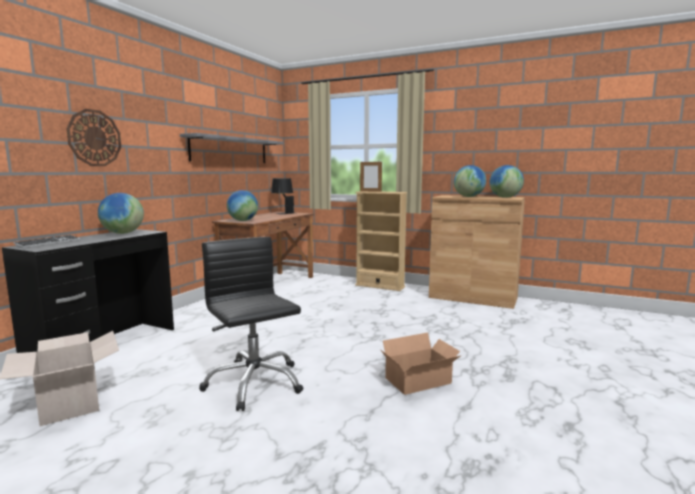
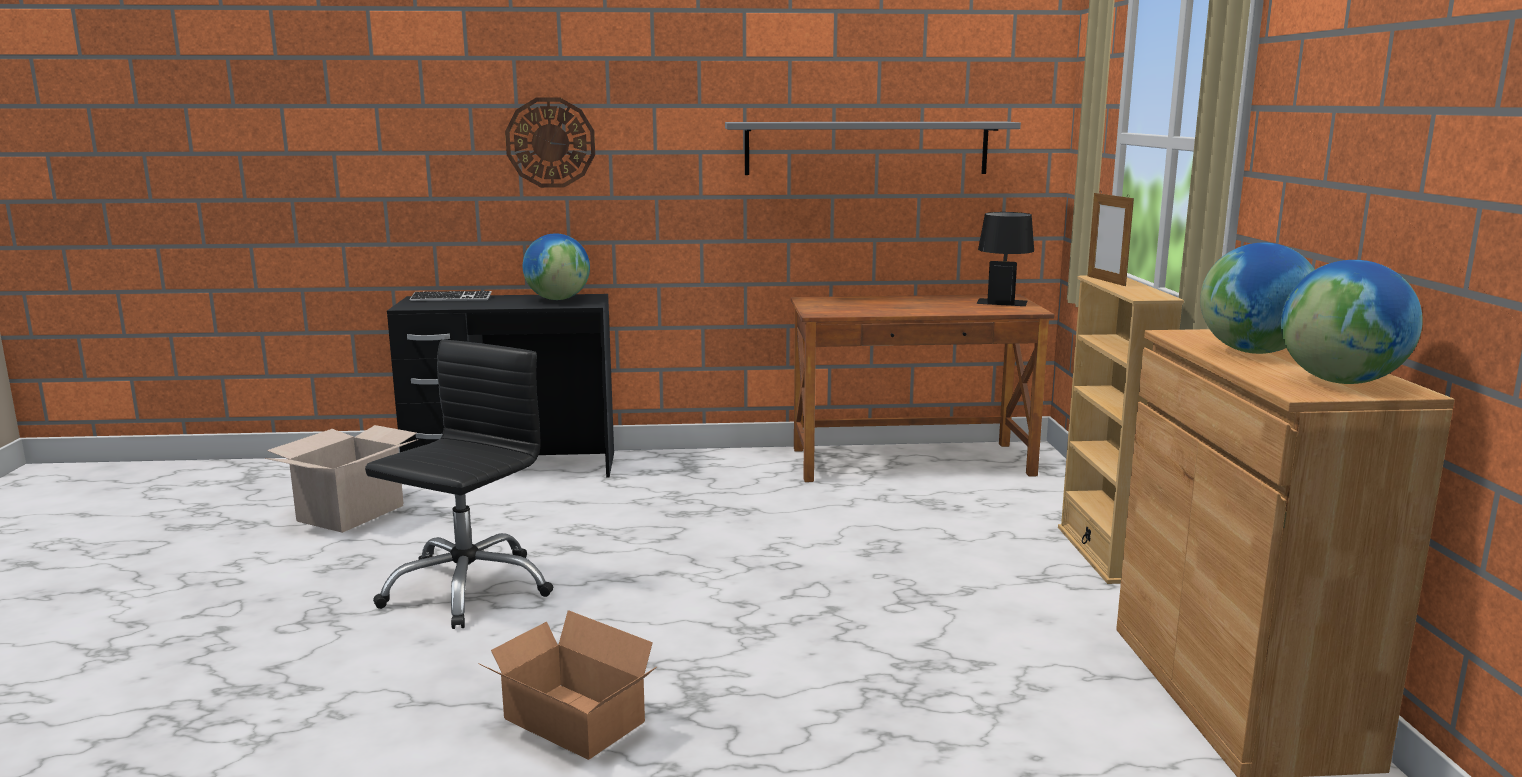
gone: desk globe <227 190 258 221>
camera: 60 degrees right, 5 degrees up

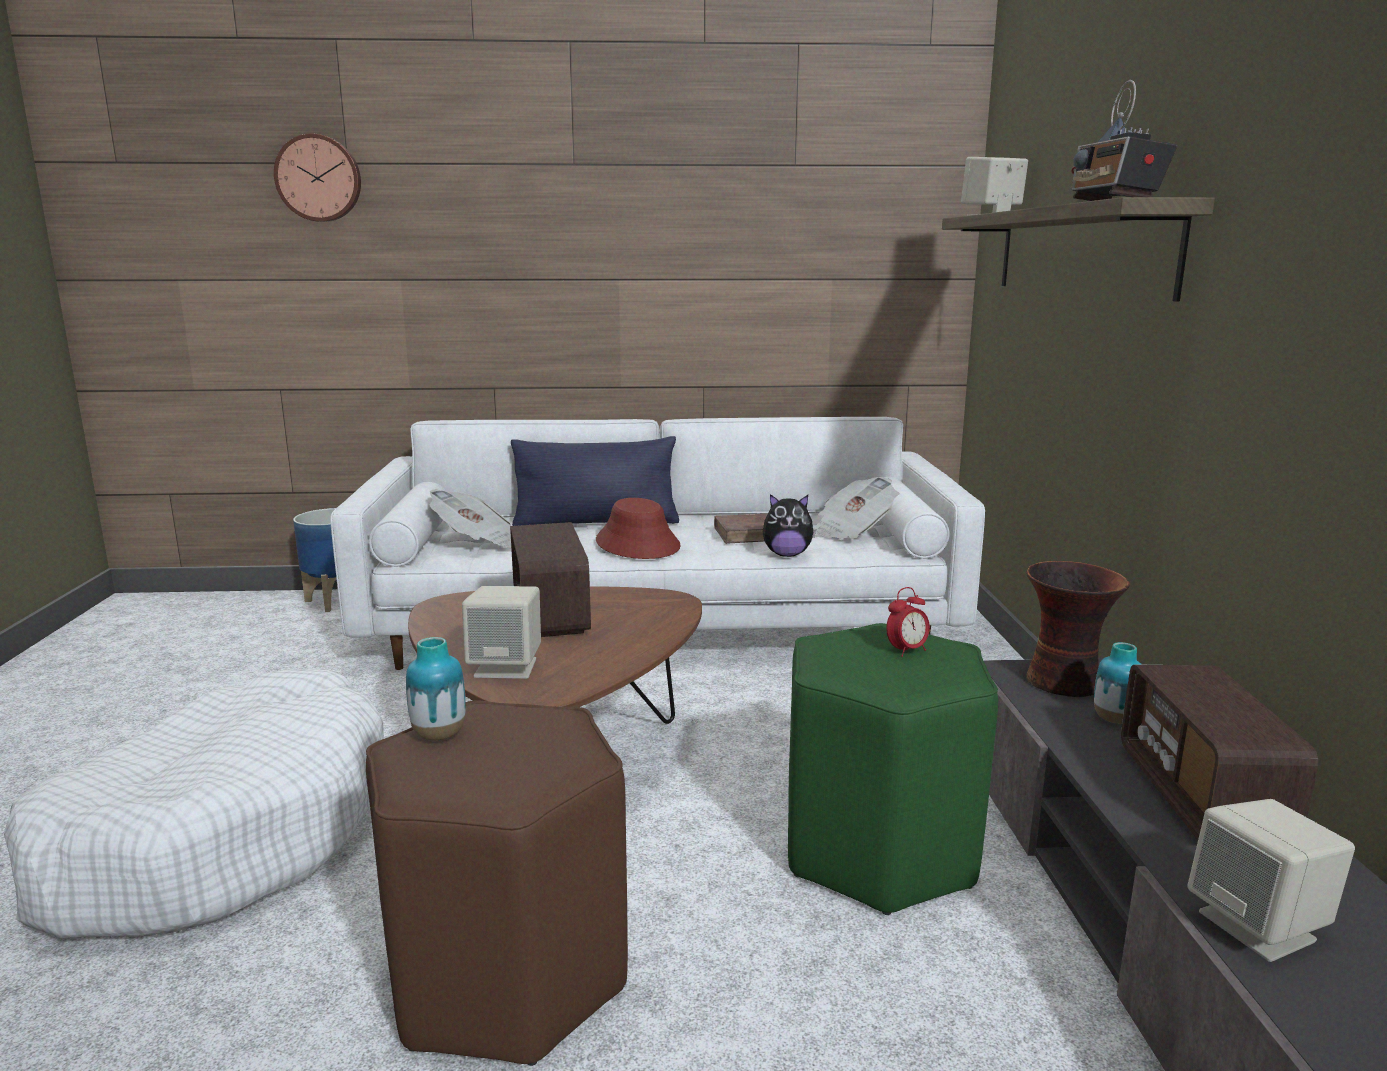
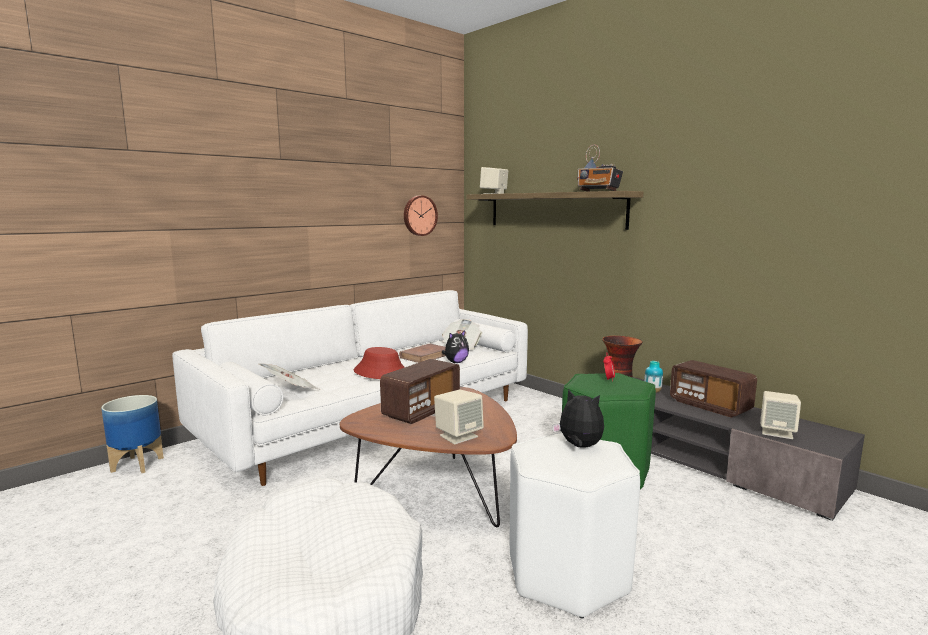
gone: vase <406 637 466 740>; cushion in blue <511 436 679 526>
new: plush toy <552 389 604 448>
shifted: wall clock <274 134 361 222> to <404 196 438 236>
repainted: stool in brownish <366 700 628 1066> to stool in white-coloured <510 432 640 619>
rotated: radio receiver <510 522 591 637> = <380 359 460 424> 90 degrees counterclockwise
camera: 40 degrees left, 5 degrees down

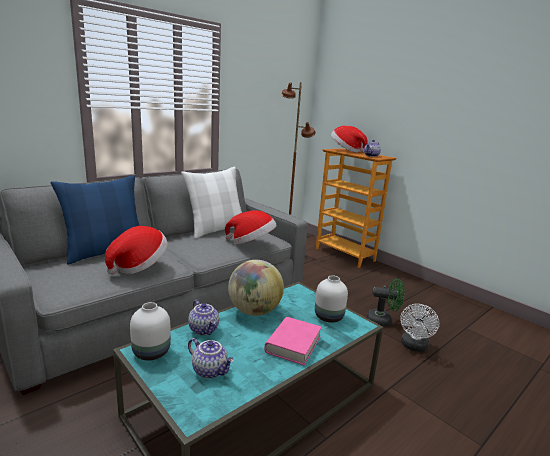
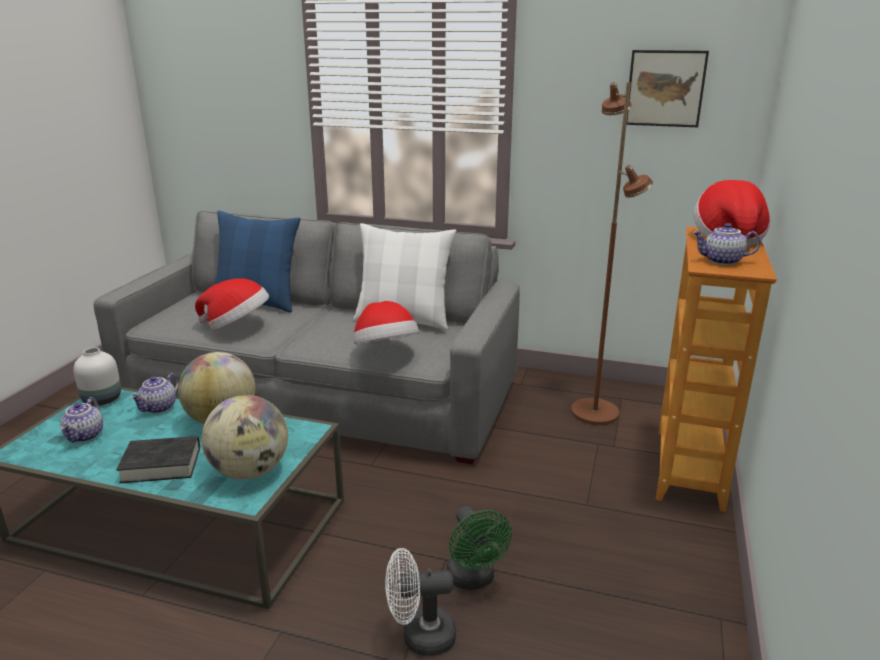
new: wall art <626 50 709 127>
swapped: vase in white-coloured <315 275 348 323> to desk globe <202 395 288 479>
repainted: bound book in pink-coloured <264 317 322 365> to bound book in blackish <116 436 200 483>
camera: 60 degrees right, 5 degrees up

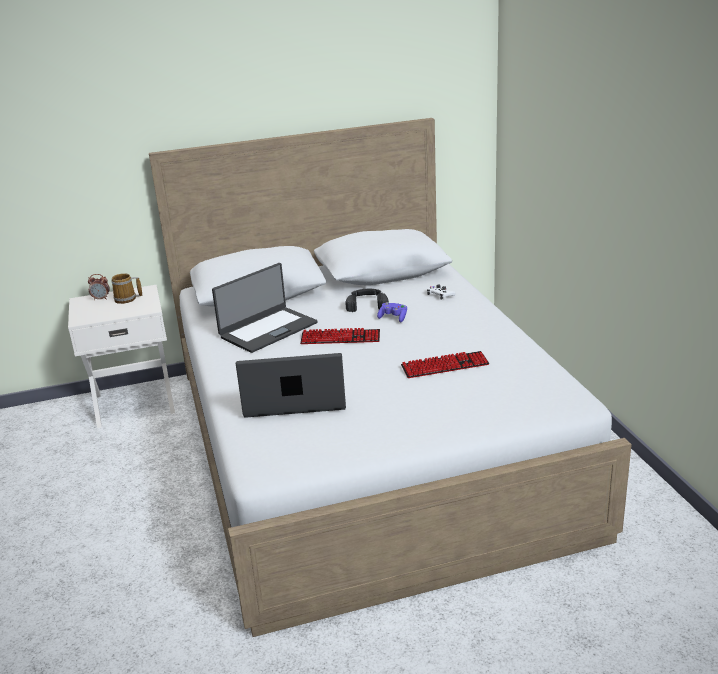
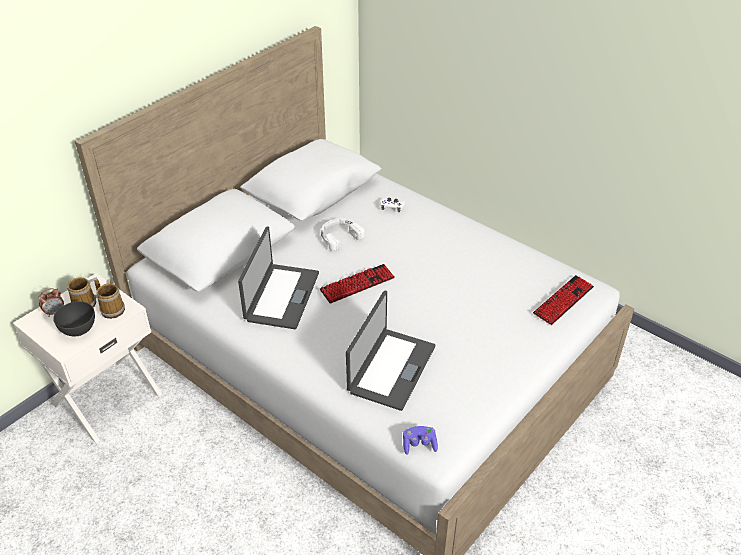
new: deep dish in gray <53 301 95 336>; tea mug <97 279 125 319>
shifted: game controller in purplish <377 302 407 323> to <403 426 438 455>; PC keyboard <401 351 490 378> to <533 275 594 325>
repainted: headphones in blackish <345 289 389 312> to headphones in white-coloured <321 219 365 251>
rotated: notebook computer <236 353 346 418> = <346 291 435 411> 150 degrees clockwise
camera: 35 degrees left, 15 degrees up

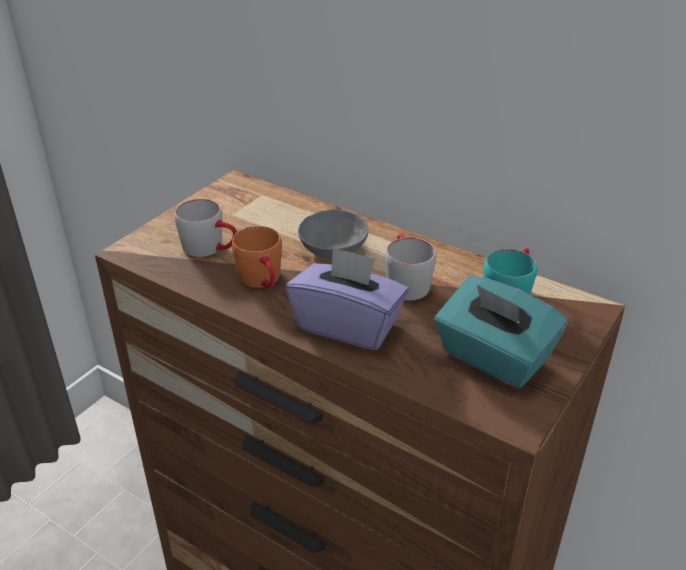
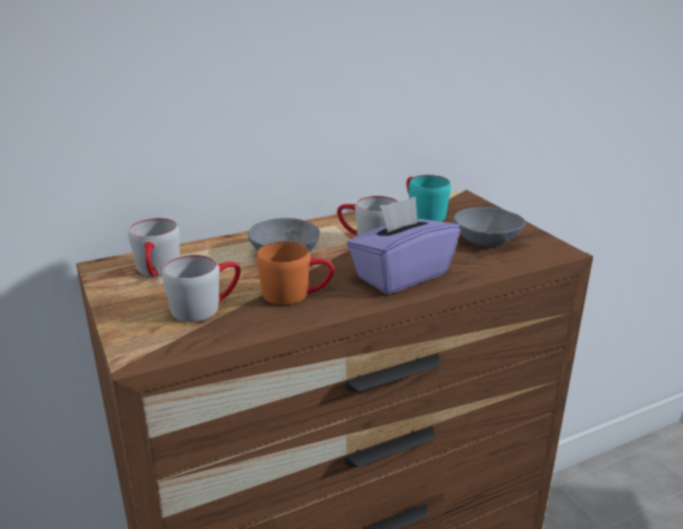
new: tea mug in gray <128 218 180 277>
swapped: tissue box in turquoise-coloured <434 276 568 388> to deep dish in gray <454 207 525 247>
camera: 60 degrees left, 10 degrees down

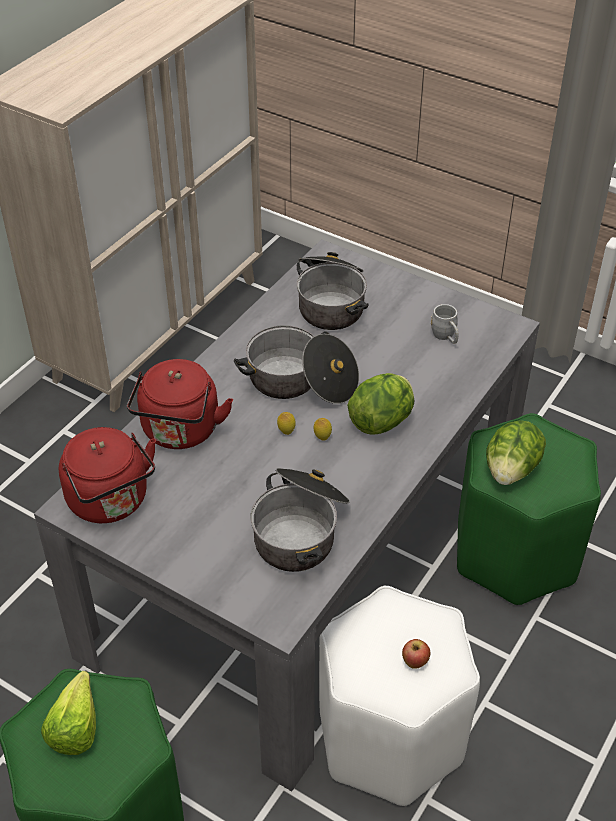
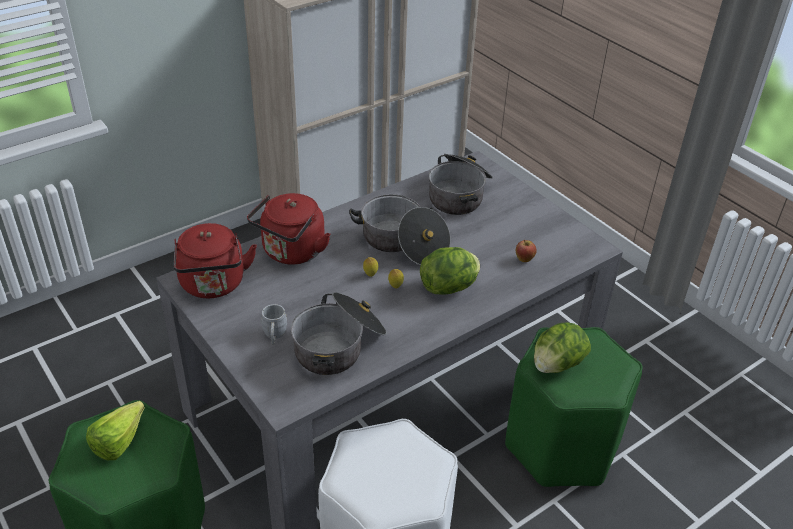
shifted: whole apple <402 639 430 669> to <516 240 537 262>; tea mug in gray <431 304 459 344> to <261 304 287 345>
camera: 20 degrees right, 5 degrees down

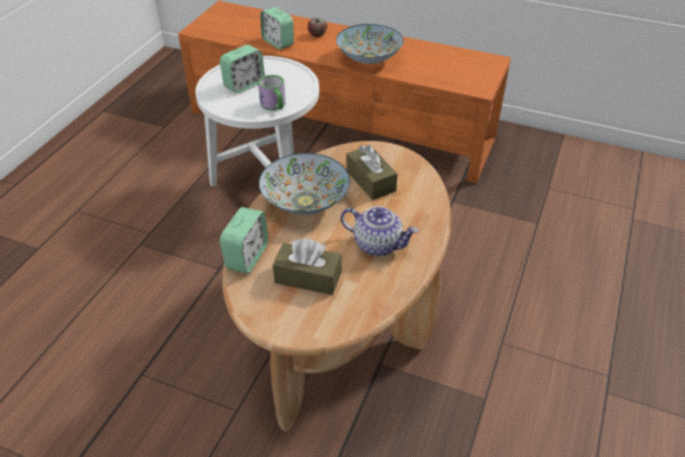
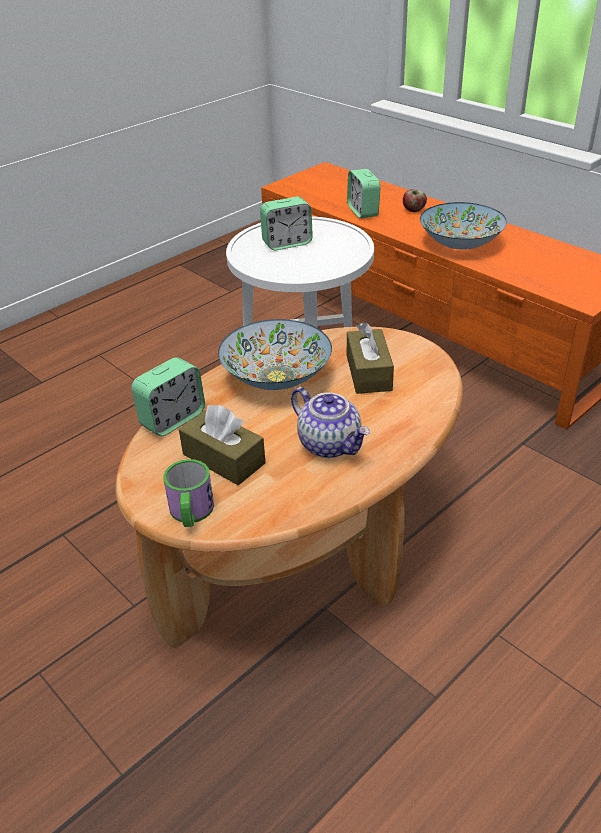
shifted: tea mug <258 75 286 110> to <163 459 214 527>
camera: 25 degrees right, 5 degrees down

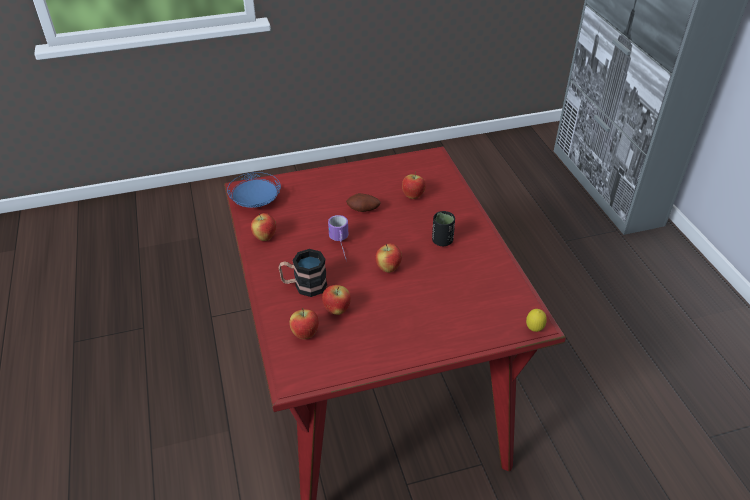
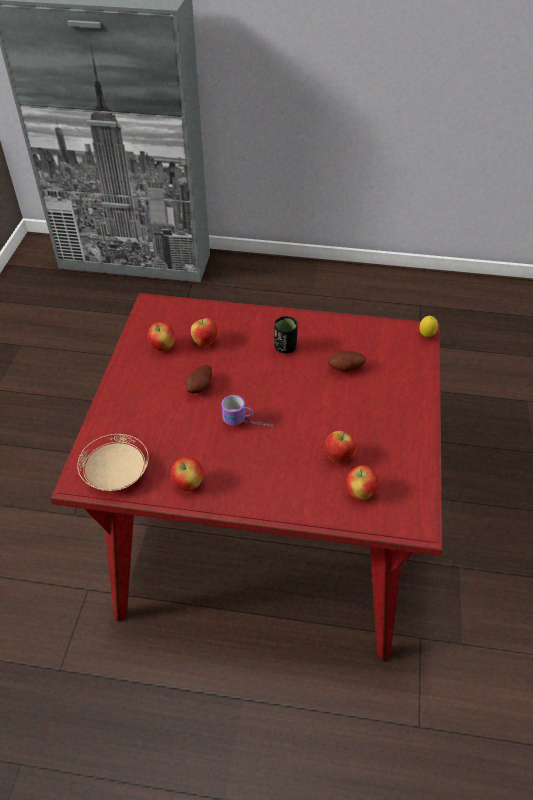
gone: tea mug <278 249 327 297>
new: whole potato <328 350 366 372>
shifted: whole apple <375 243 402 272> to <148 322 175 351>
repainted: dinner plate in blue <227 172 281 208> to dinner plate in beige <77 434 149 491>
camera: 65 degrees left, 5 degrees up

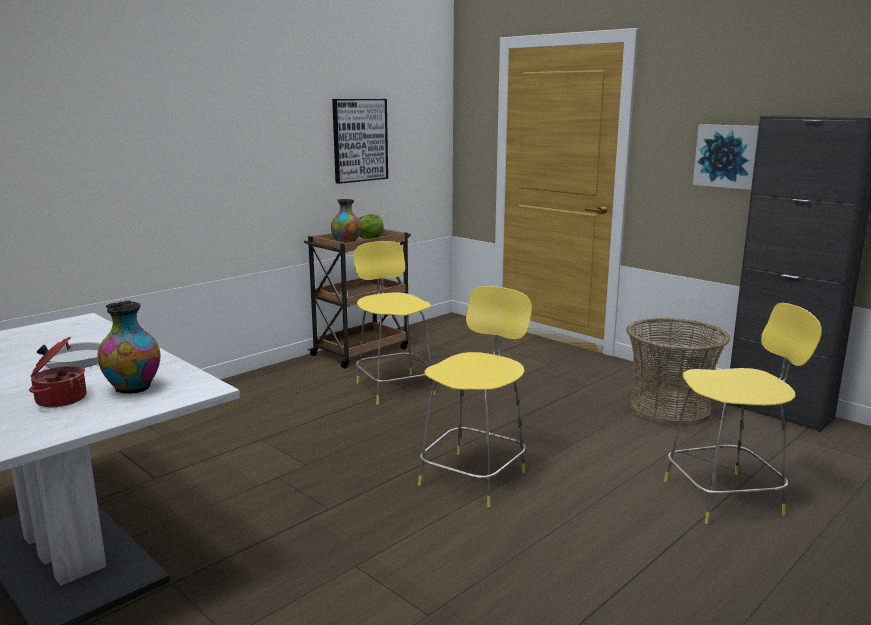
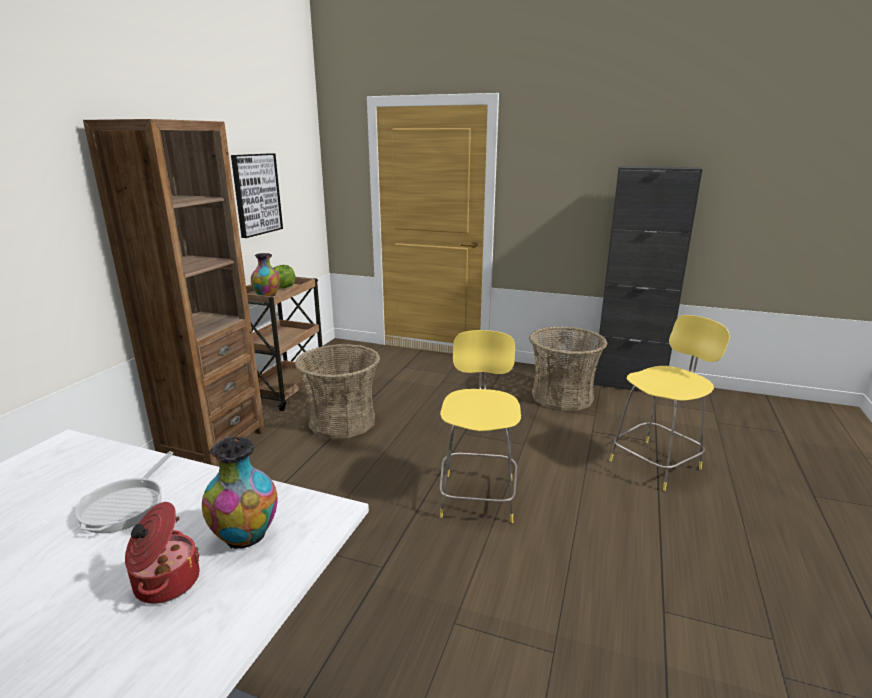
gone: wall art <693 124 759 190>
new: bookcase in brownish <83 119 265 466>
swapped: stool in yellow <354 241 435 404> to basket <295 344 380 439>
camera: 25 degrees left, 5 degrees up

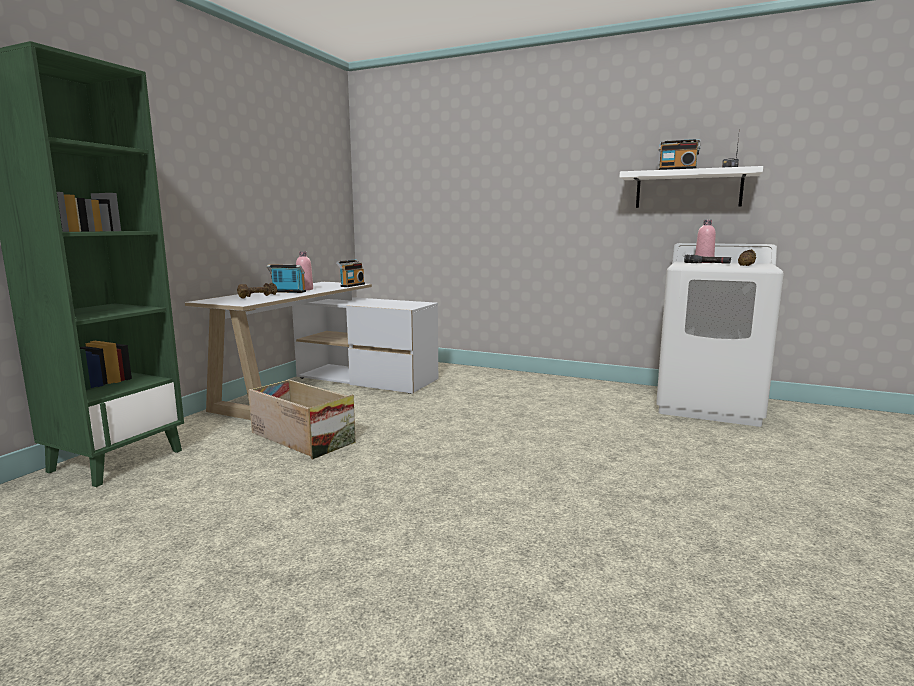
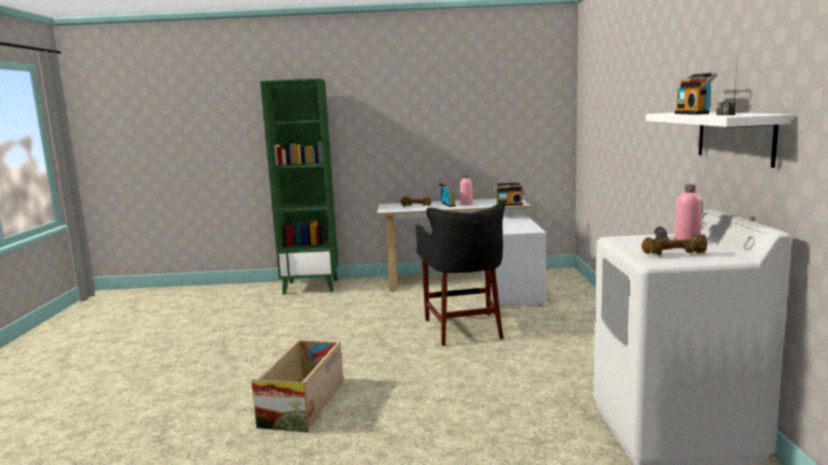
new: stool in blackish <416 202 505 346>
shifted: packing crate <248 379 356 460> to <251 340 343 433>
camera: 65 degrees right, 0 degrees up

